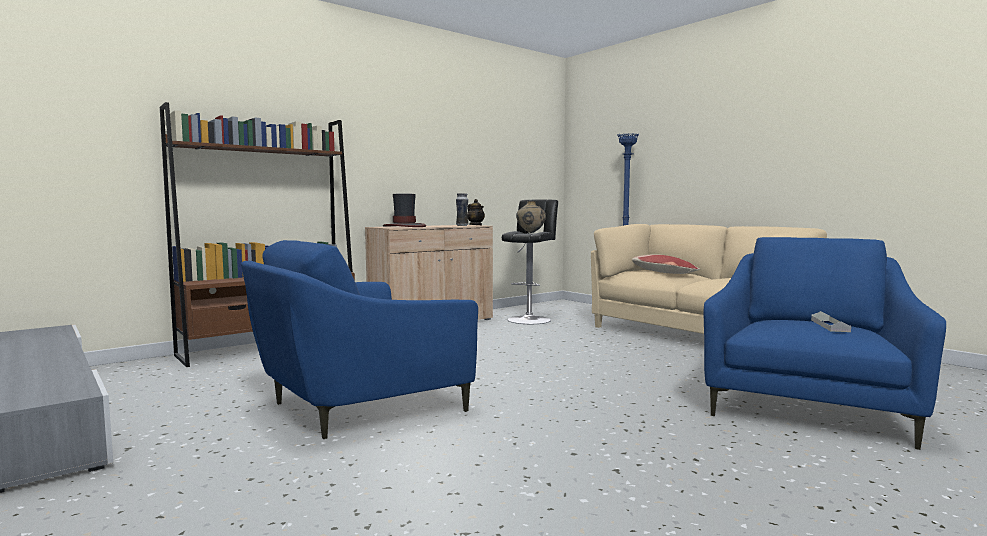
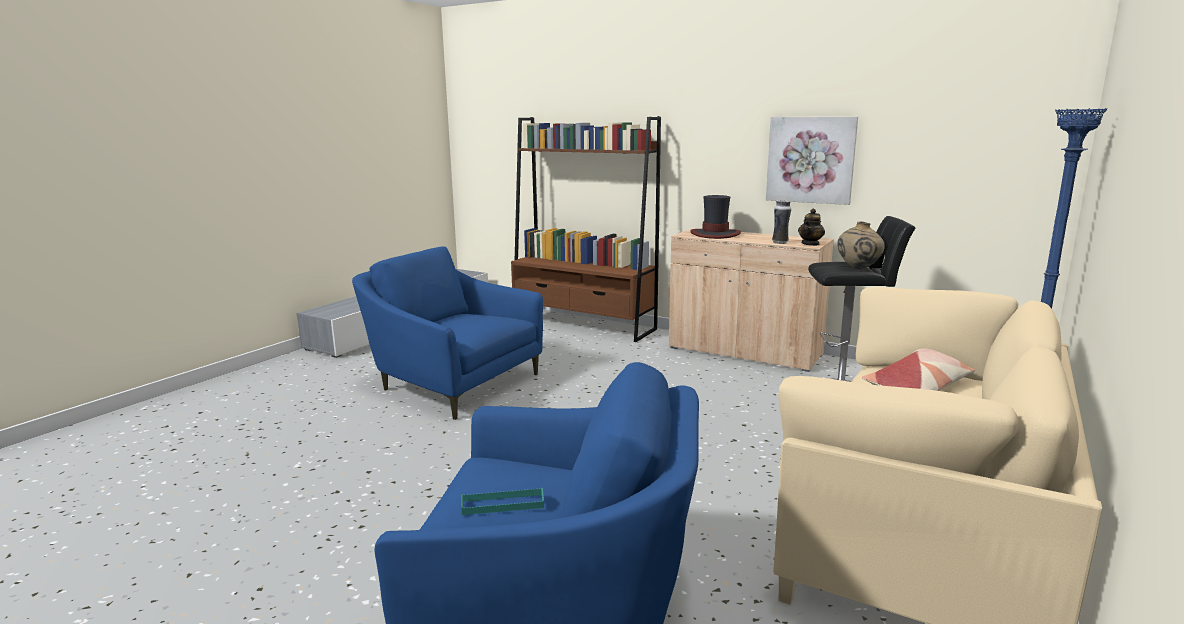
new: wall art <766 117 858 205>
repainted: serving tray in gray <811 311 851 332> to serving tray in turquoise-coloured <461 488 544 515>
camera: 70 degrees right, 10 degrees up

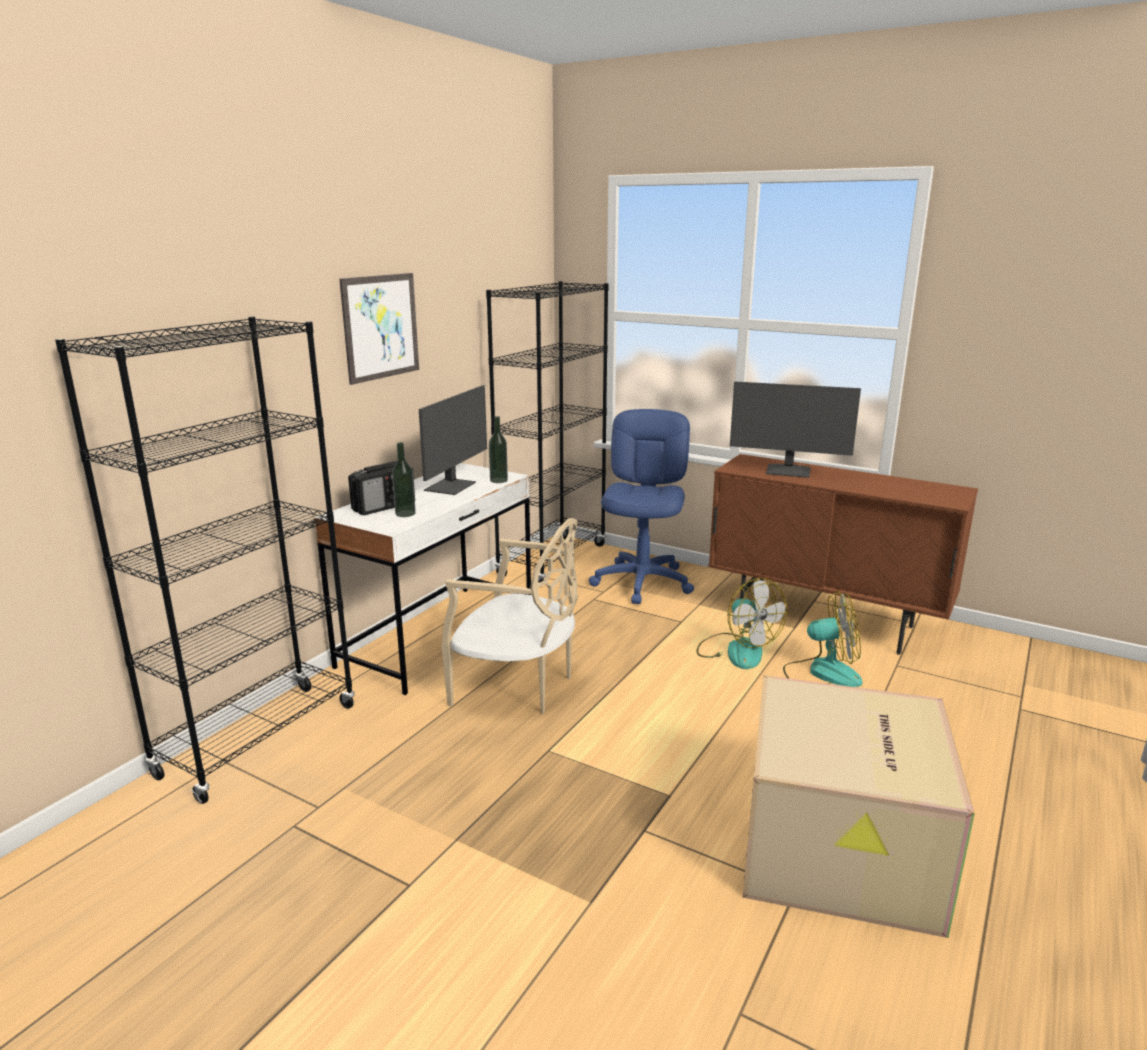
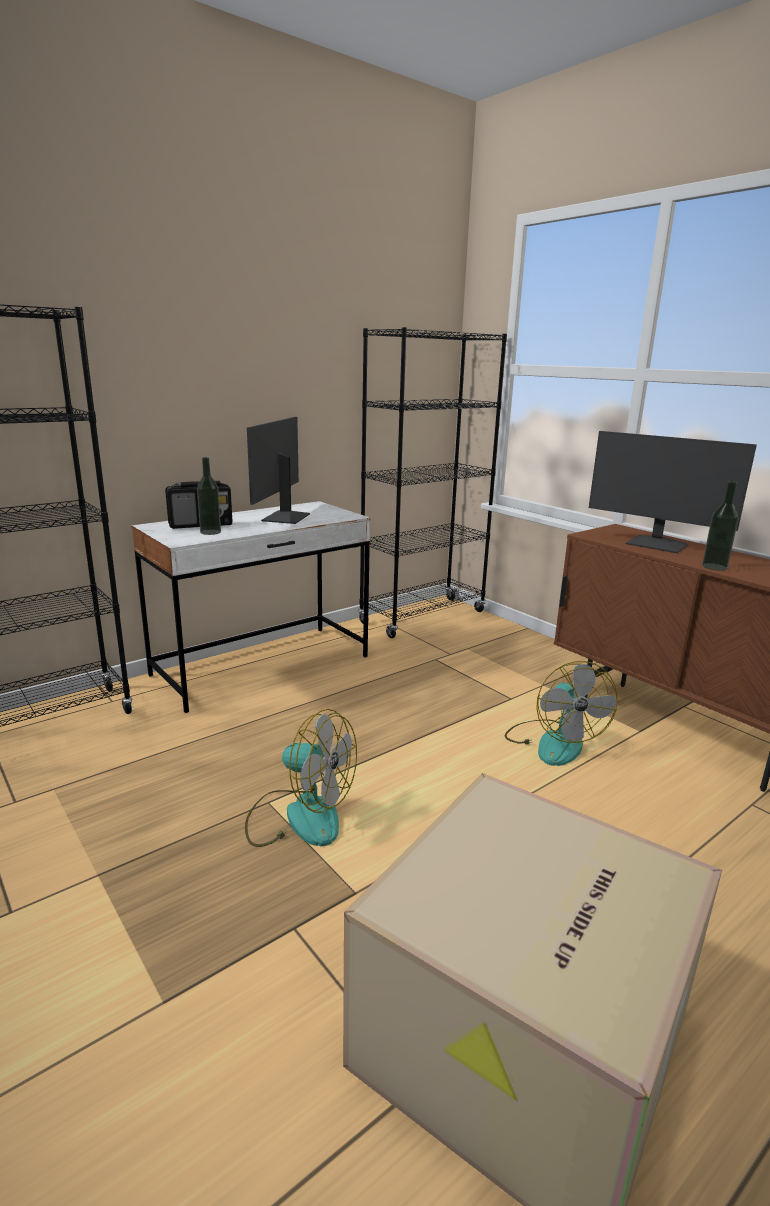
gone: wall art <339 273 419 385>; upright chair in beige <441 518 578 714>; office chair in blue <589 409 694 604>
shifted: drink bottle <489 416 508 483> to <702 481 738 571>; cooling fan <783 590 863 687> to <245 709 357 847>
rotated: computer screen <419 385 487 495> = <247 417 310 524> 150 degrees clockwise
camera: 20 degrees right, 0 degrees up

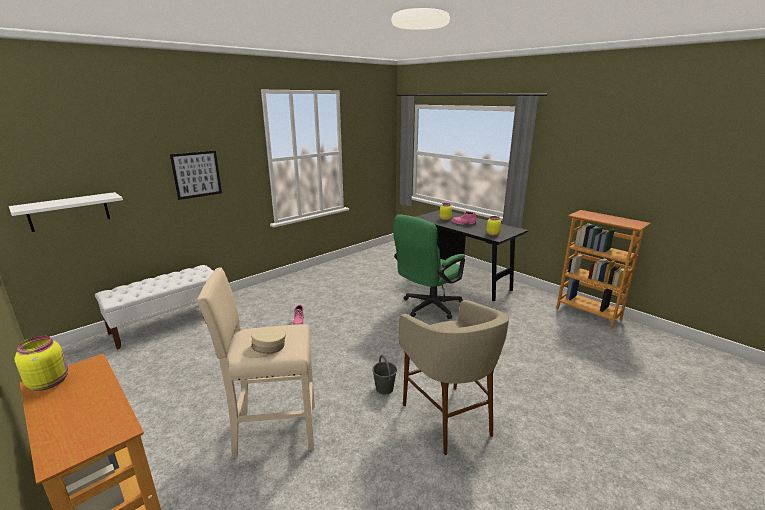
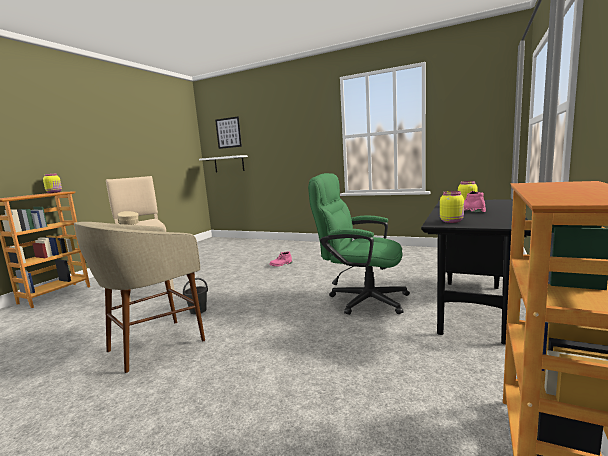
gone: indoor bench in white-coloured <95 265 214 350>
shifted: wall art <170 151 222 200> to <215 116 242 149>
camera: 70 degrees right, 10 degrees down

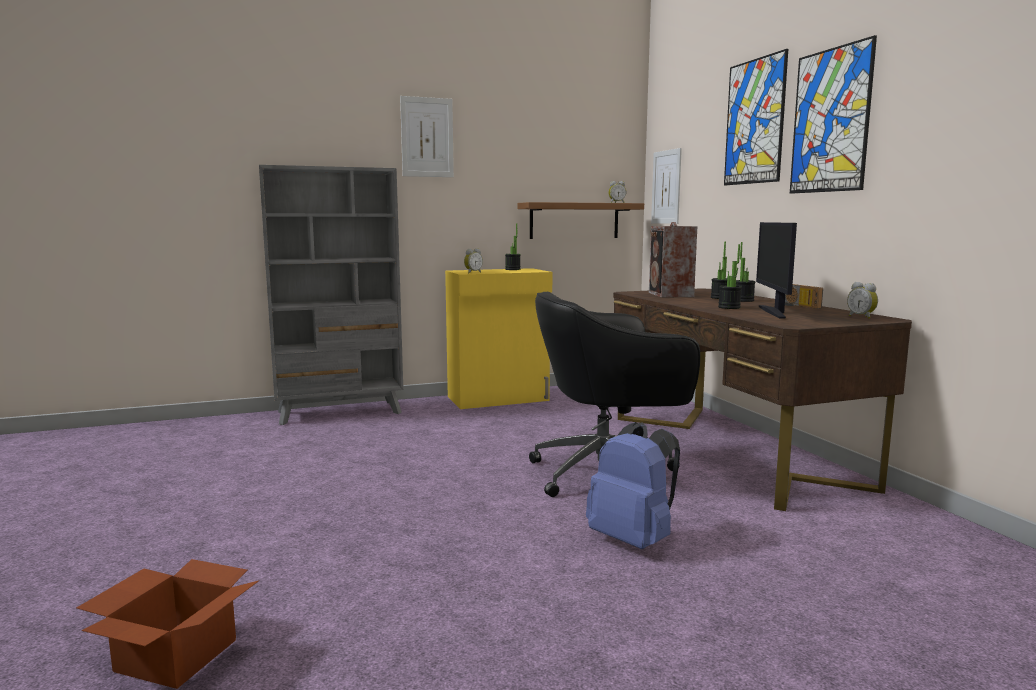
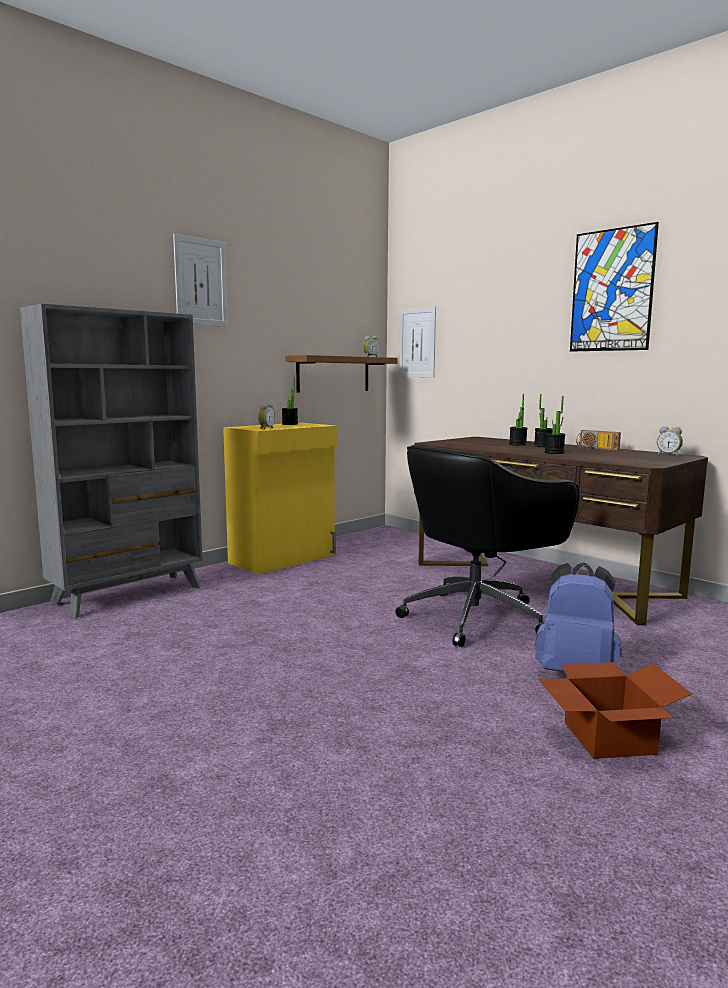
gone: loudspeaker <649 222 697 298>; wall art <724 49 788 185>; computer screen <756 222 797 319>
shifted: packing box <76 559 259 689> to <538 662 692 759>
camera: 25 degrees left, 0 degrees up

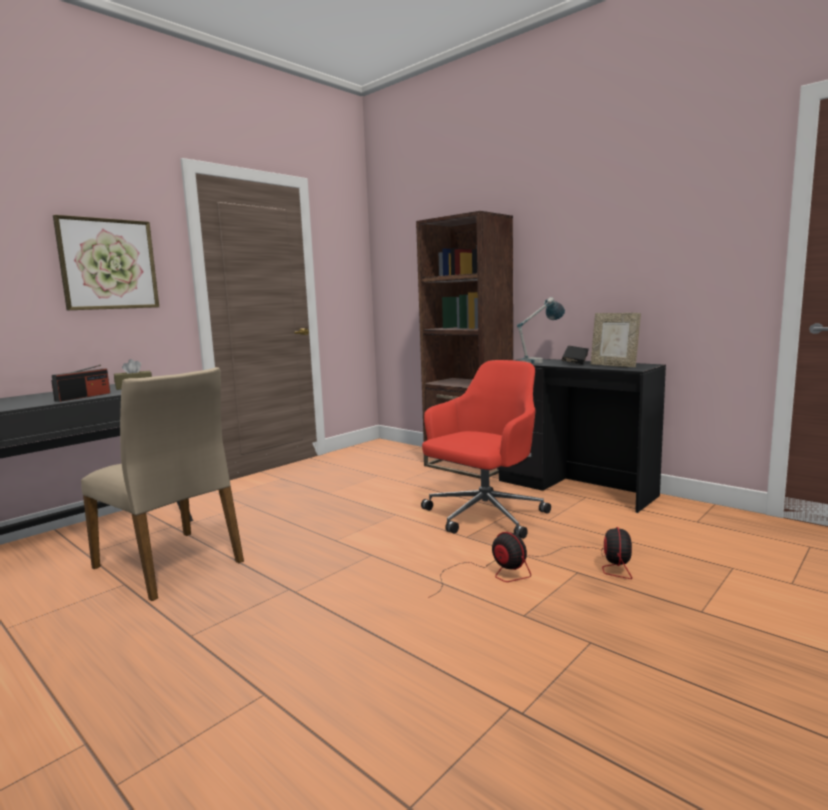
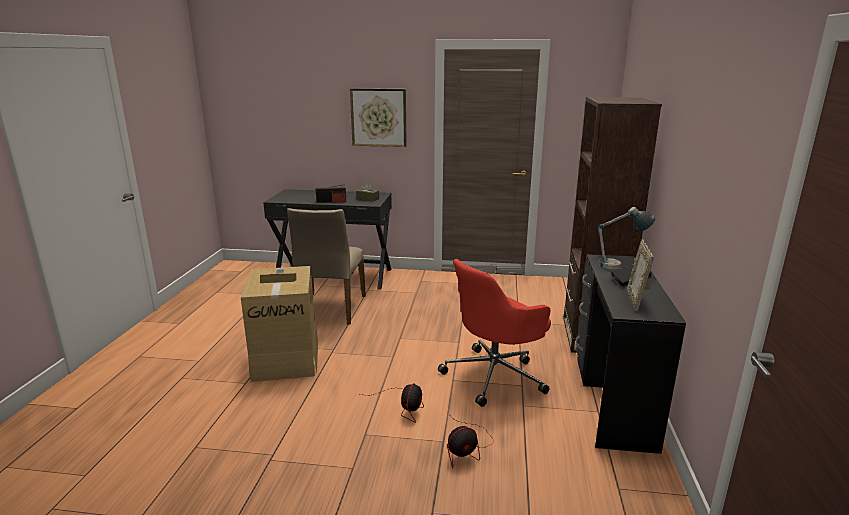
new: packing box <241 266 318 382>
rotated: office chair in red-coloured <421 360 551 539> = <438 259 551 407> 135 degrees clockwise
camera: 55 degrees right, 10 degrees up

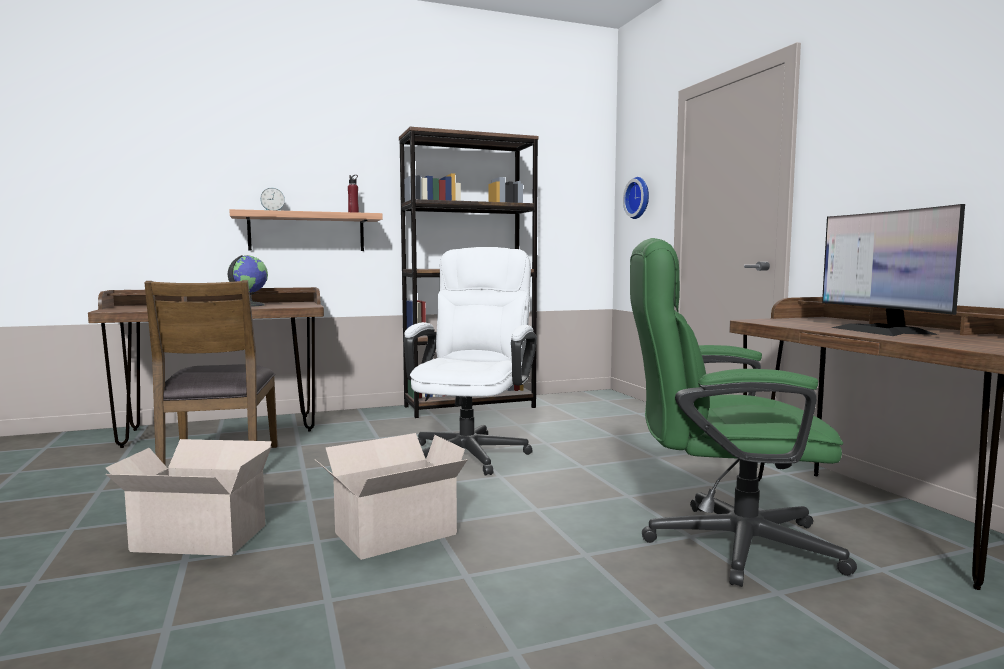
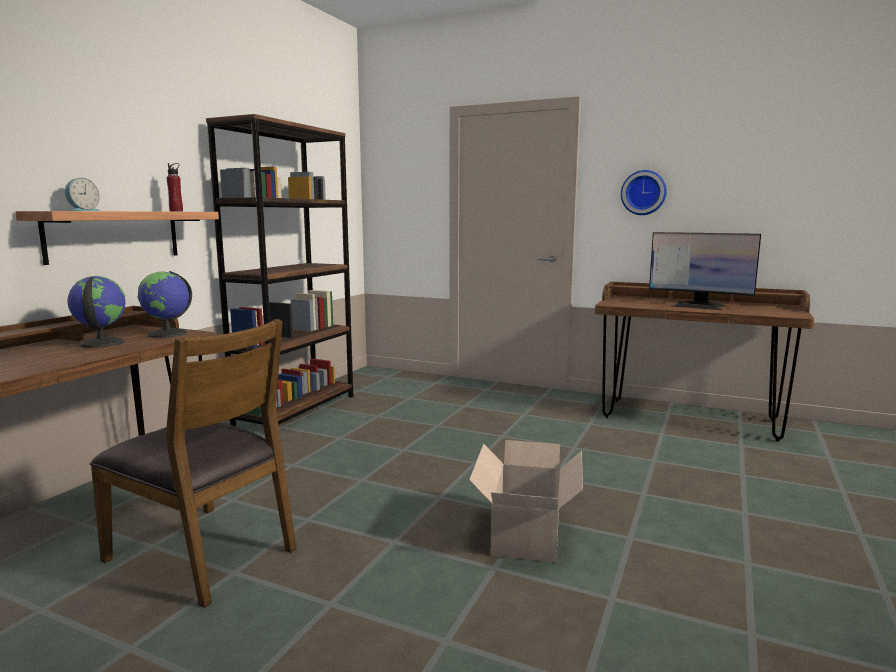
gone: packing box <106 439 272 556>; office chair in white-coloured <404 247 537 476>; office chair in green-coloured <630 238 857 587>
new: desk globe <137 271 192 338>
shifted: wall clock <623 177 649 219> to <621 170 667 215>
camera: 45 degrees left, 5 degrees up

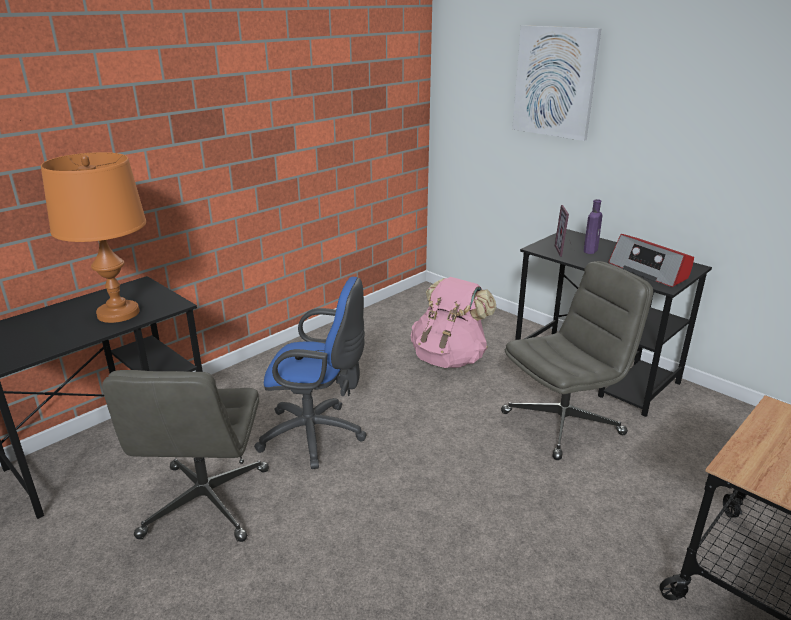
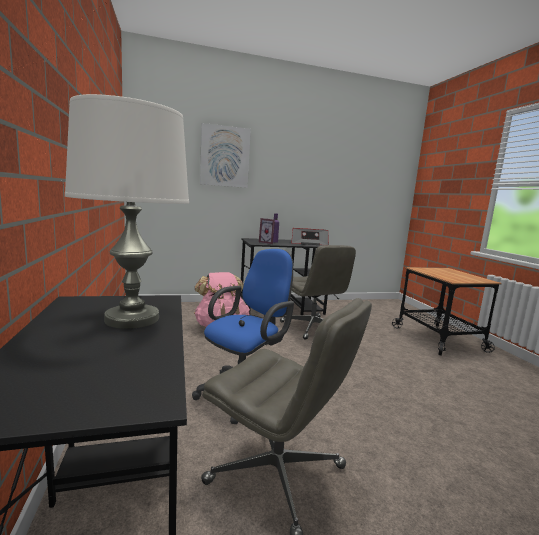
repainted: tabletop lamp in orangey <41 152 146 323> to tabletop lamp in white-coloured <65 94 189 329>
rotated: office chair in gray <501 261 653 460> = <280 245 356 340> 150 degrees clockwise
camera: 60 degrees left, 15 degrees down

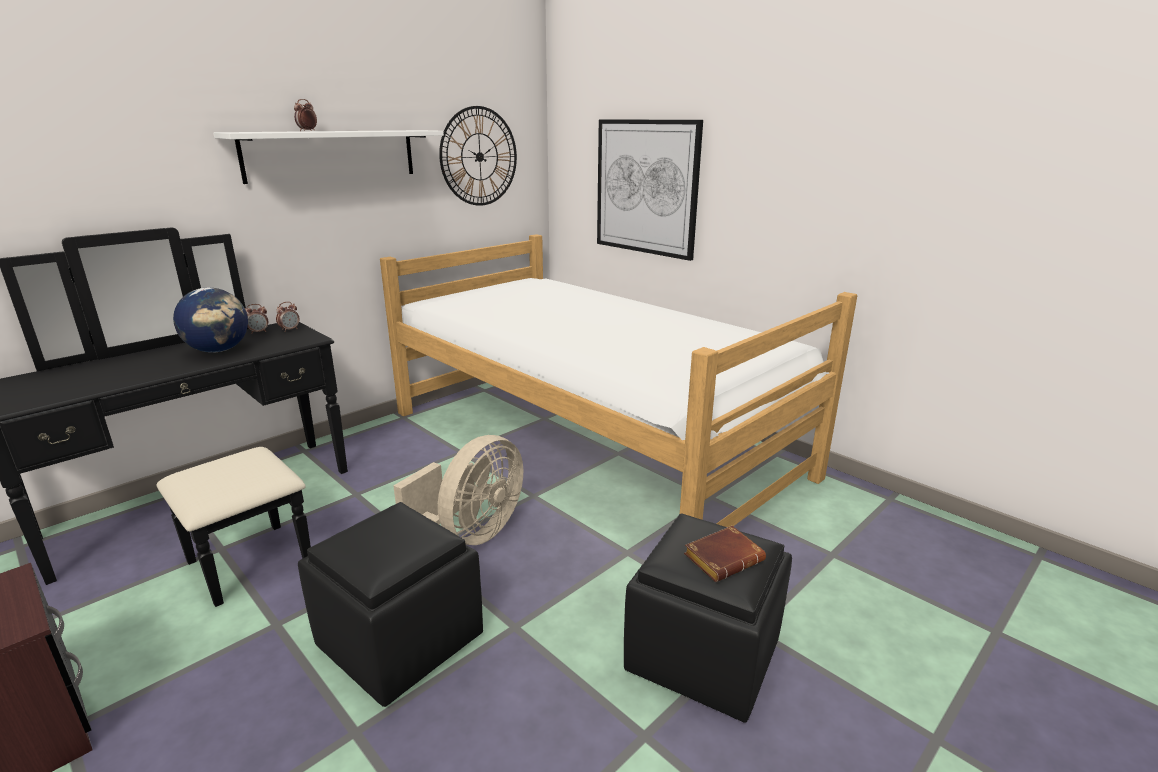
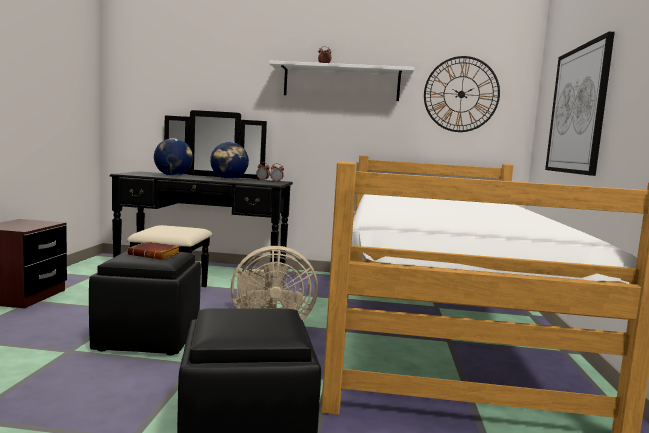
new: desk globe <154 138 193 176>
shifted: bound book in brownish <684 526 766 582> to <127 242 180 260>
camera: 50 degrees right, 15 degrees down

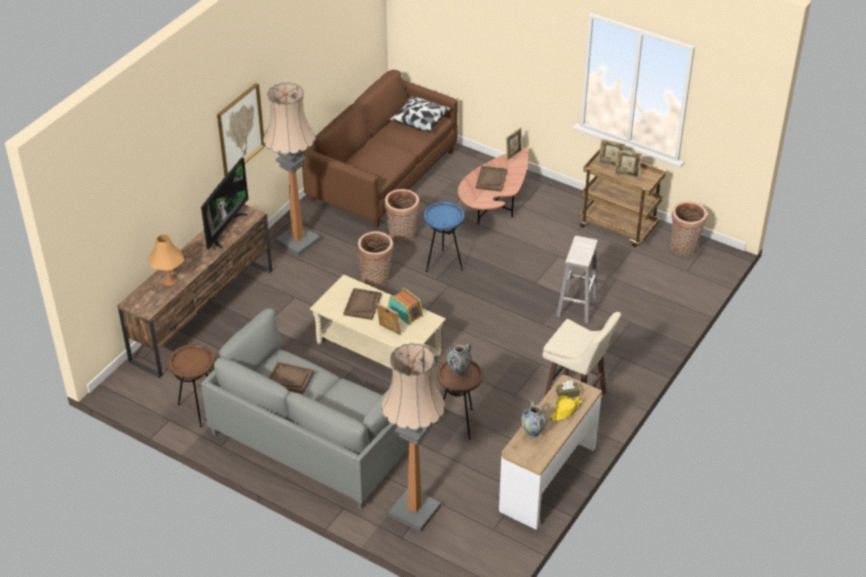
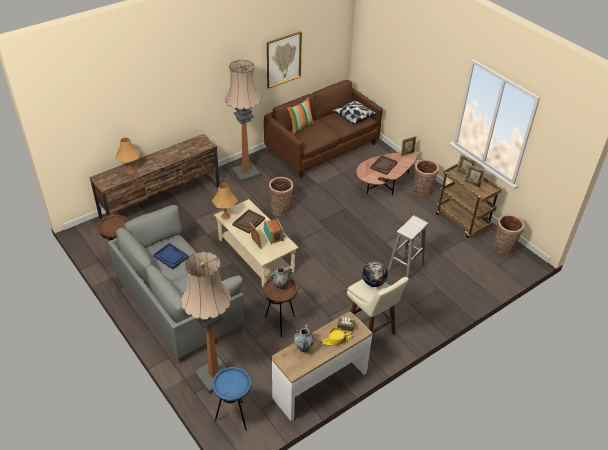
gone: TV set <201 157 249 249>
new: tabletop lamp in orangey <212 183 238 219>; cushion <287 97 315 134>; desk globe <362 261 388 287>
shifted: wall art <217 83 265 176> to <267 31 302 89>; basket <385 189 419 243> to <413 160 439 197>; end table in blue <424 202 465 272> to <212 367 251 431>
repainted: serving tray in brownish <269 361 314 394> to serving tray in blue <153 243 189 269>
camera: 20 degrees right, 0 degrees up

